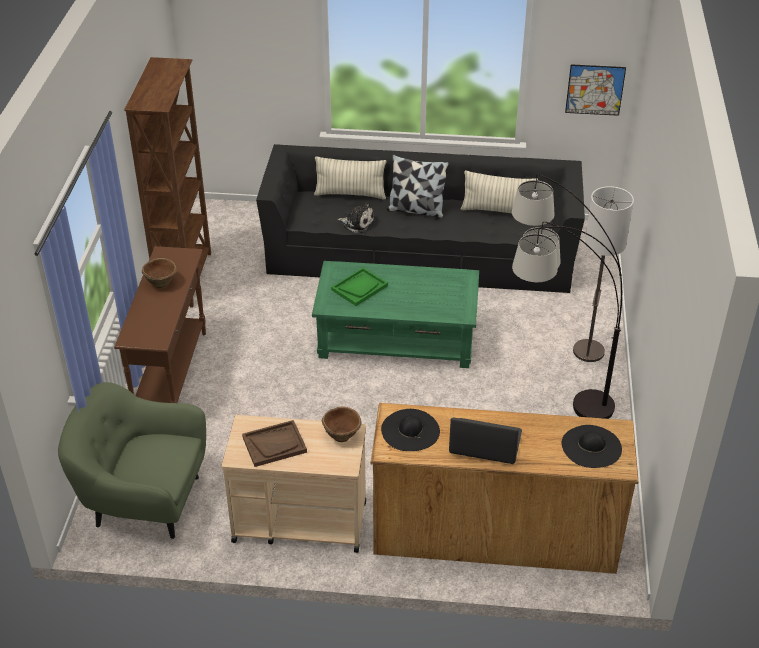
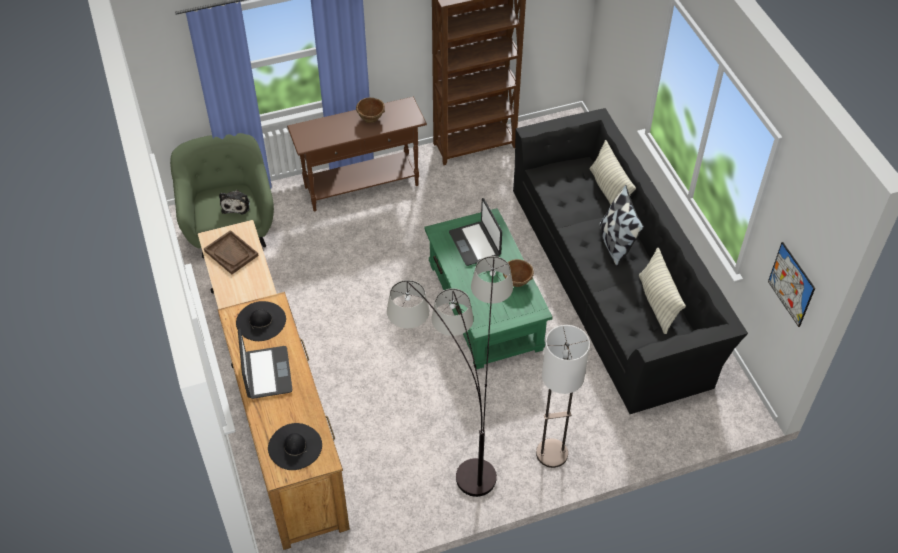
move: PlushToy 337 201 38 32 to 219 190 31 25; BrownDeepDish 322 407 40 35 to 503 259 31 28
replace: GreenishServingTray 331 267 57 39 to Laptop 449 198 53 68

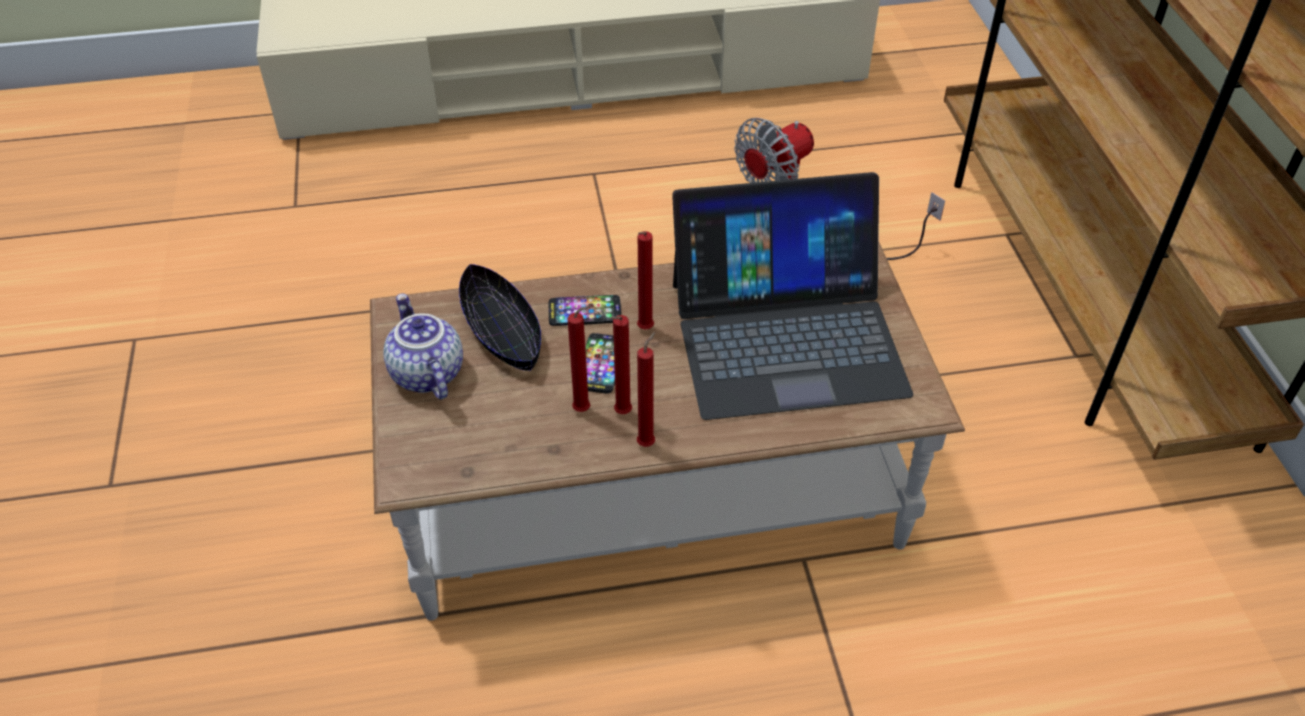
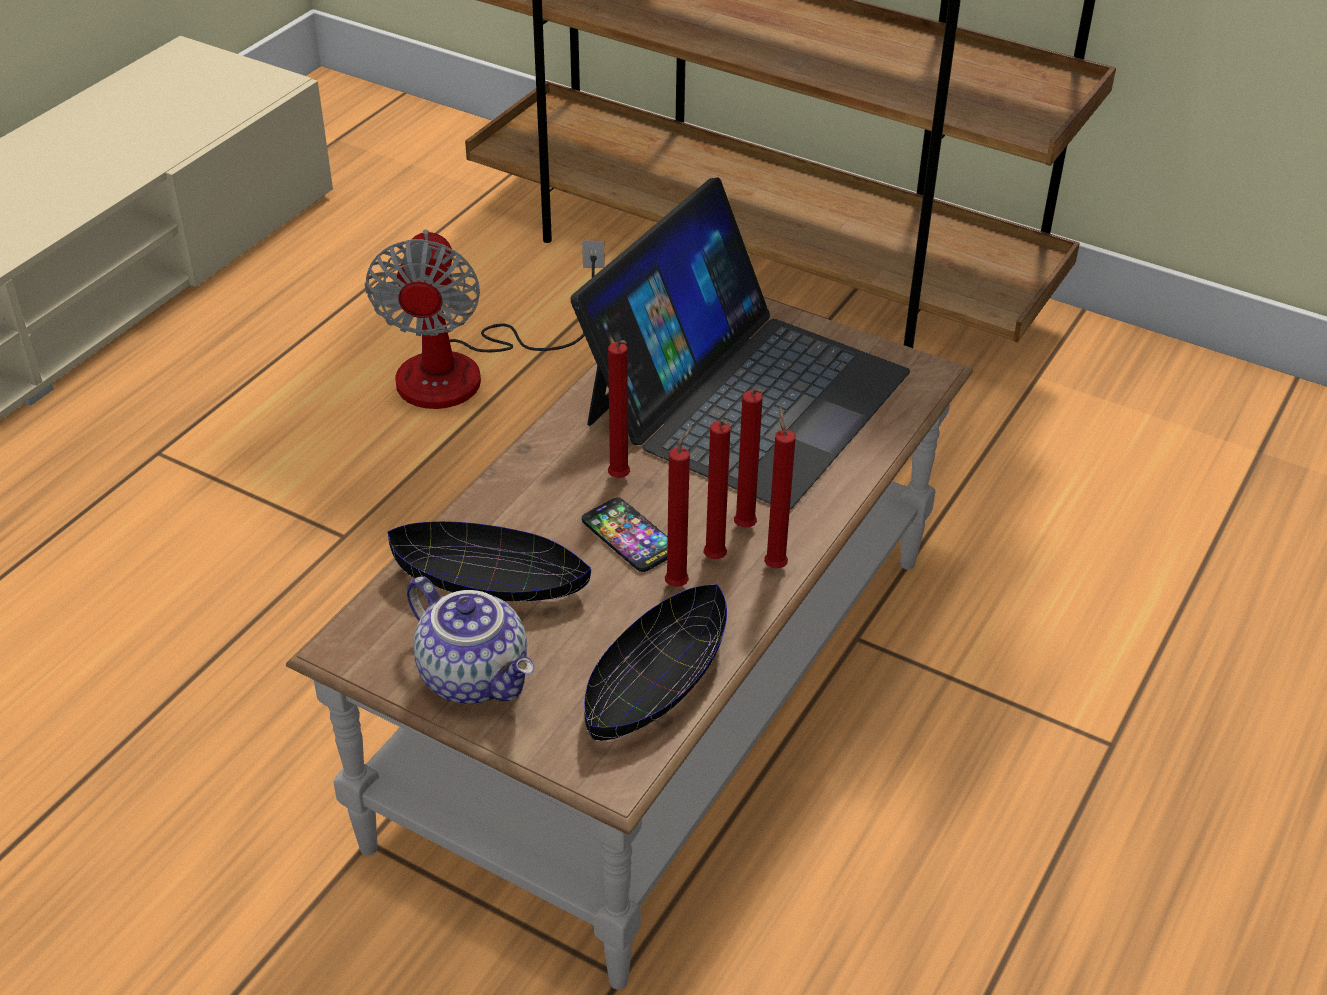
delete: Phone 549 295 72 31
insert: RedColouredCandle 734 389 29 139; BlackishDeepDish 584 584 143 157
rotate: Teapot 383 293 80 107 = 407 577 127 127 150 degrees counterclockwise

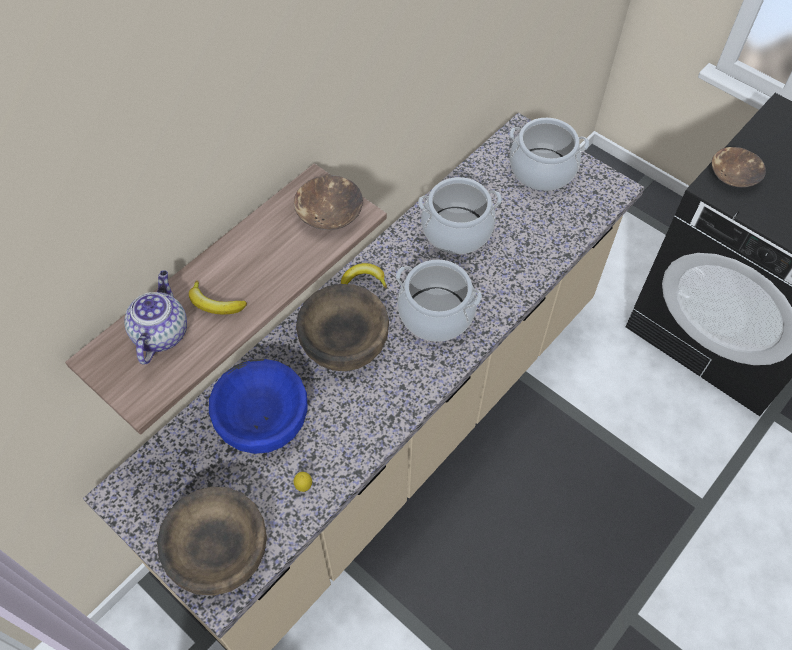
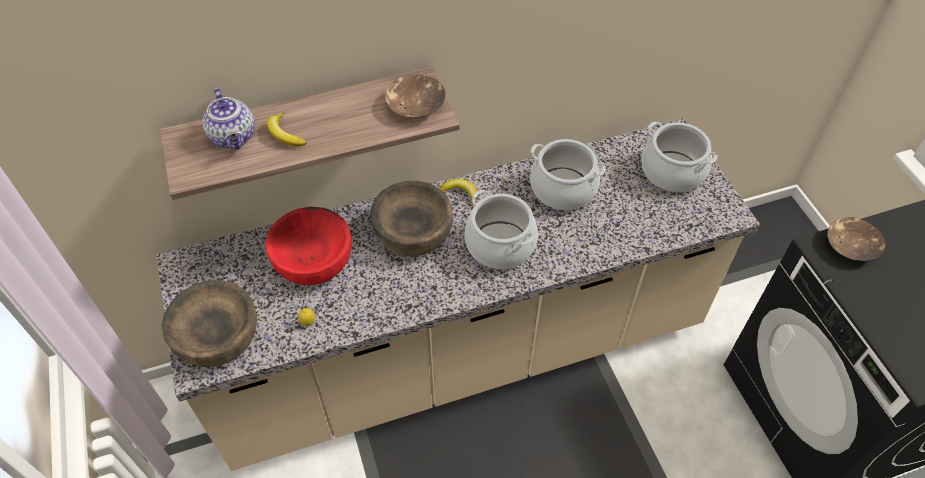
recolor: BlueDeepDish 209 359 99 95 to RedColouredDeepDish 266 207 86 78
rotate: Teapot 124 270 63 95 = 203 88 52 62 120 degrees clockwise

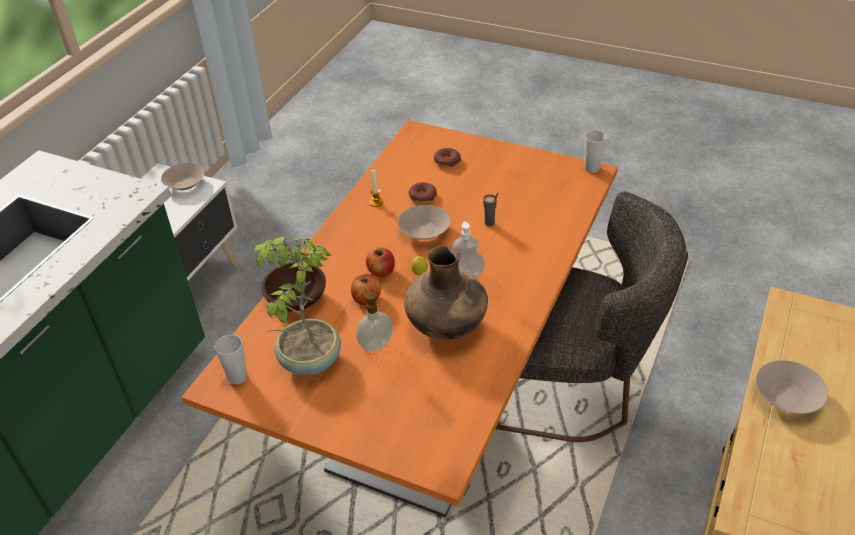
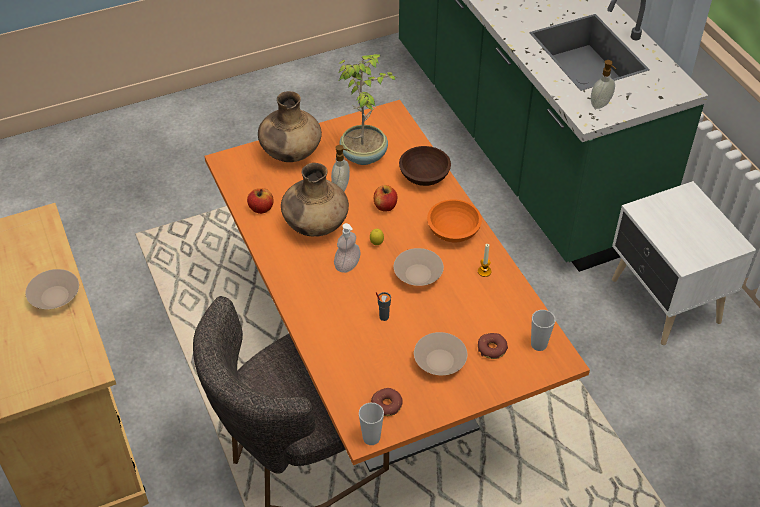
insert: LiquidSoapBottle 591 60 25 49; BrownVase 258 91 64 71; OrangeyDeepDish 427 199 55 43
move: BeigeColouredDeepDish 161 163 44 27 to 414 332 53 43; Doughnut 409 182 28 21 to 371 388 32 28; Apple 366 247 29 30 to 247 188 27 26; DrinkingCup 214 334 33 50 to 531 310 24 41

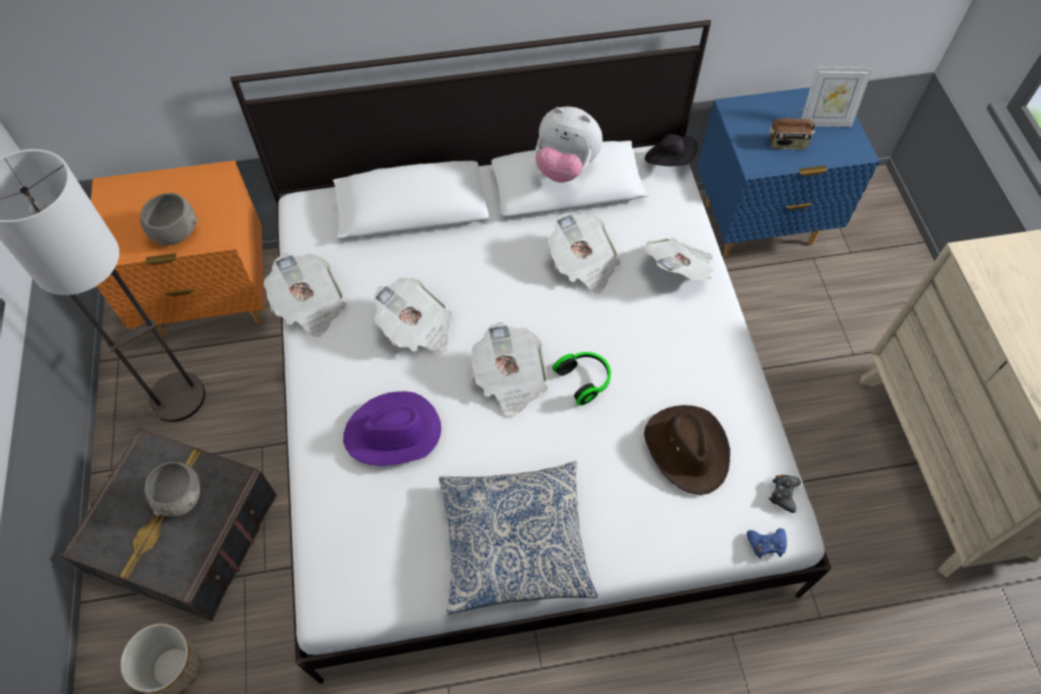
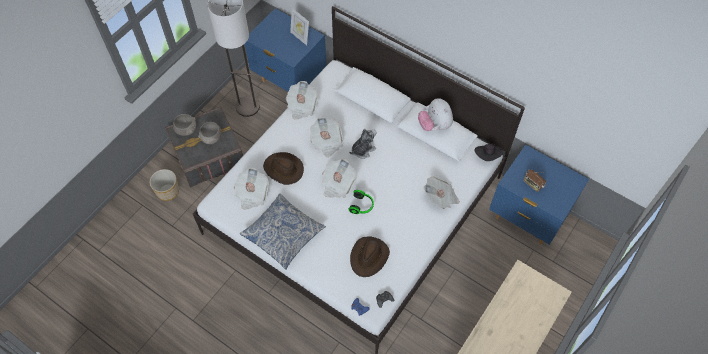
insert: PlushToy 349 129 28 30
move: StandingFrame 801 67 72 60 to 290 8 19 38; GreyishDeepDish 140 193 58 52 to 173 114 23 22; PrintedPaper 548 213 72 81 to 234 168 35 42
recolor: OrangeyNightstand 91 160 173 178 to BlueNightstand 245 8 82 84; PurpleColouredClothingHat 343 391 98 75 to BrownClothingHat 263 152 41 33

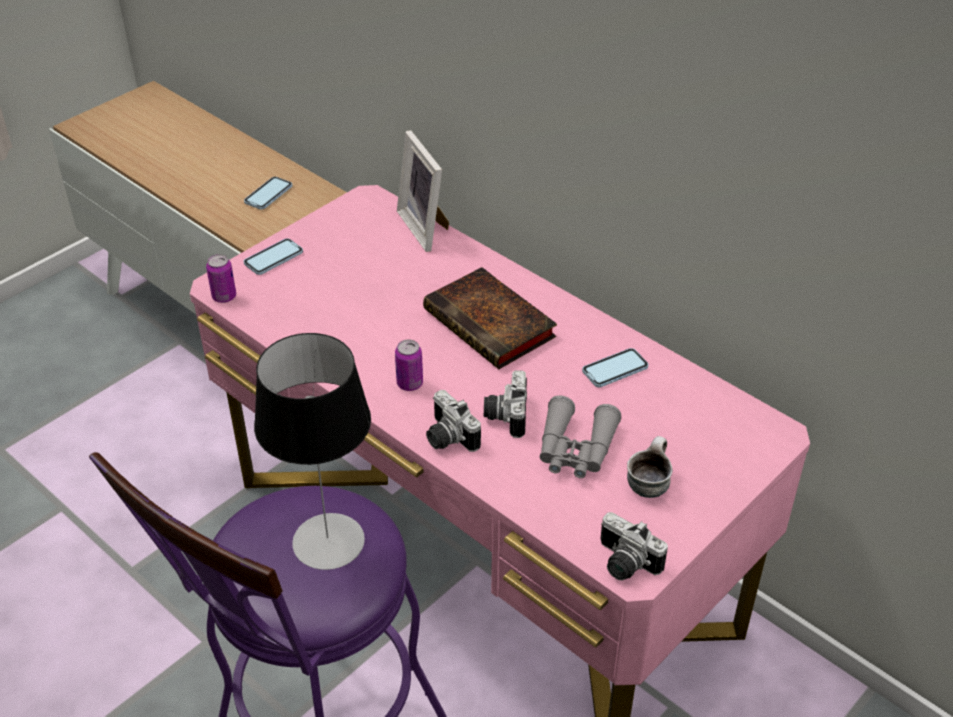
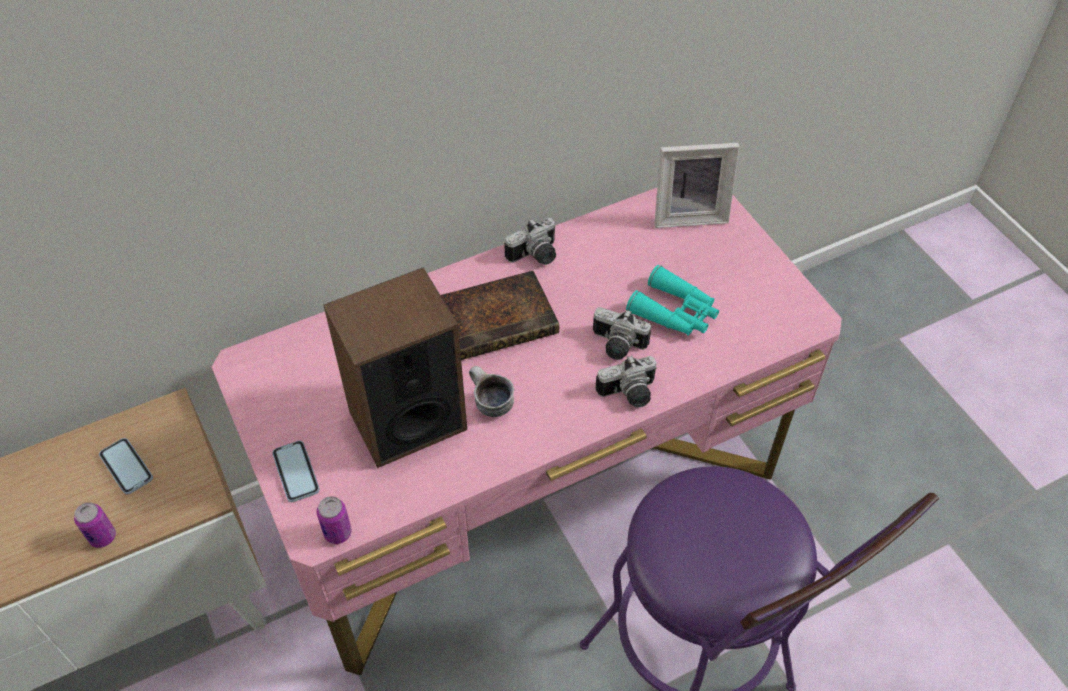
delete: TabletopLamp 254 333 117 237; Phone 582 348 67 40
insert: Speaker 324 267 143 201
move: StandingFrame 397 130 52 122 to 654 143 86 85; Can 395 340 28 51 to 74 502 42 46; Mug 627 436 45 62 to 469 366 45 51; PhotoCamera 600 512 68 69 to 504 218 52 47
recolor: GreyishFieldGlasses 540 395 81 83 to TurquoiseFieldGlasses 626 265 93 71

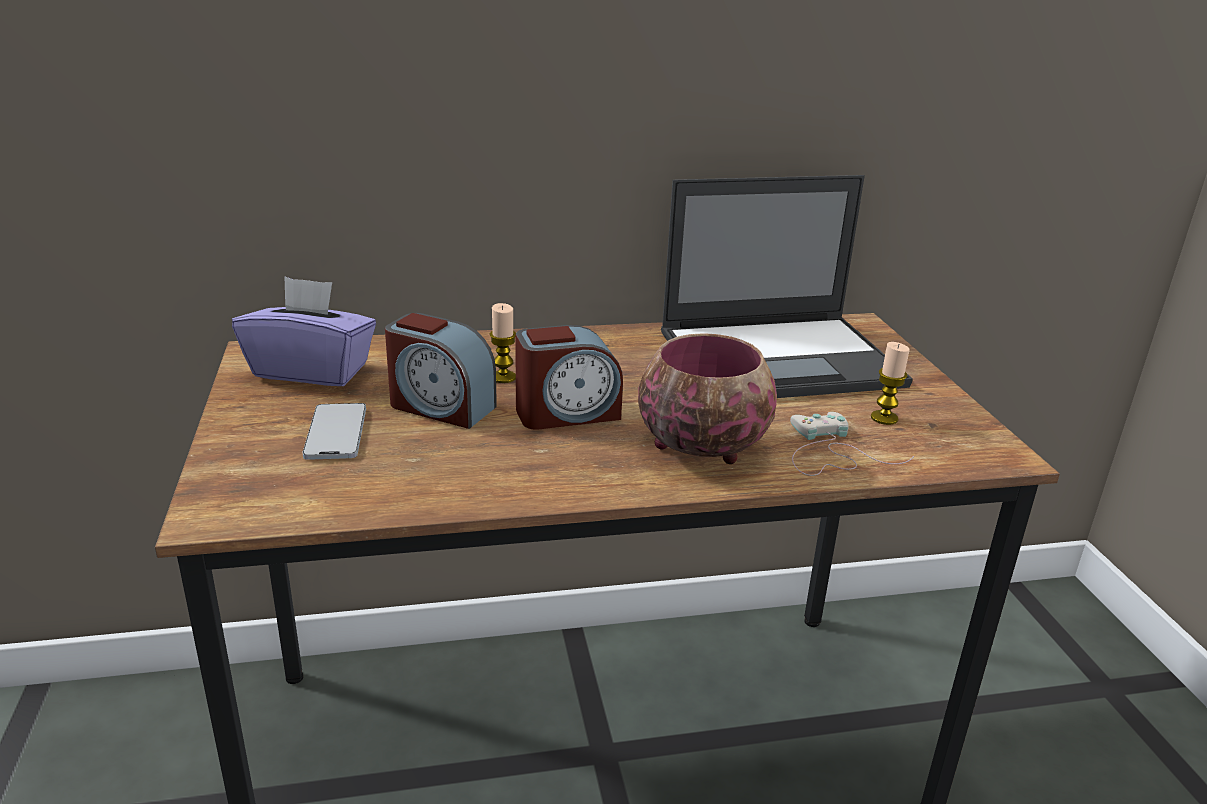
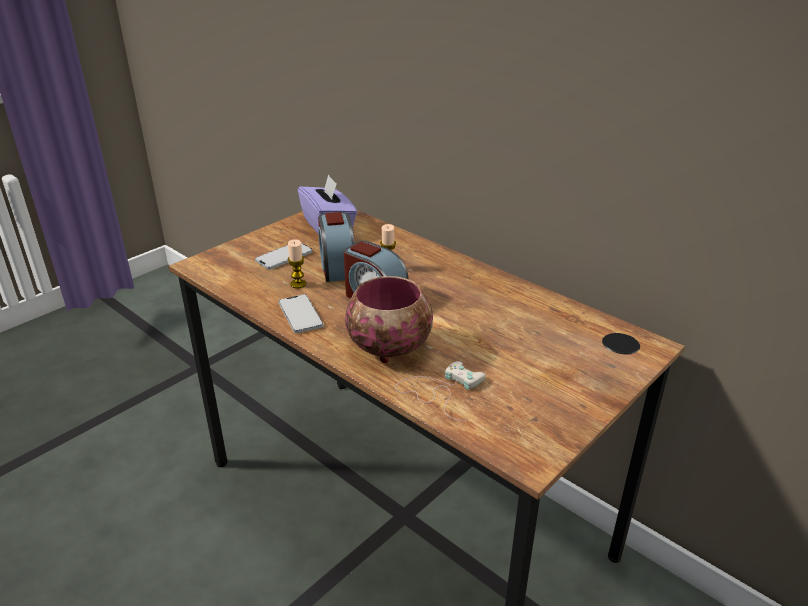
delete: Laptop 661 175 252 223
insert: Phone 279 294 44 39
move: Candle 871 342 39 83 to 288 239 18 49

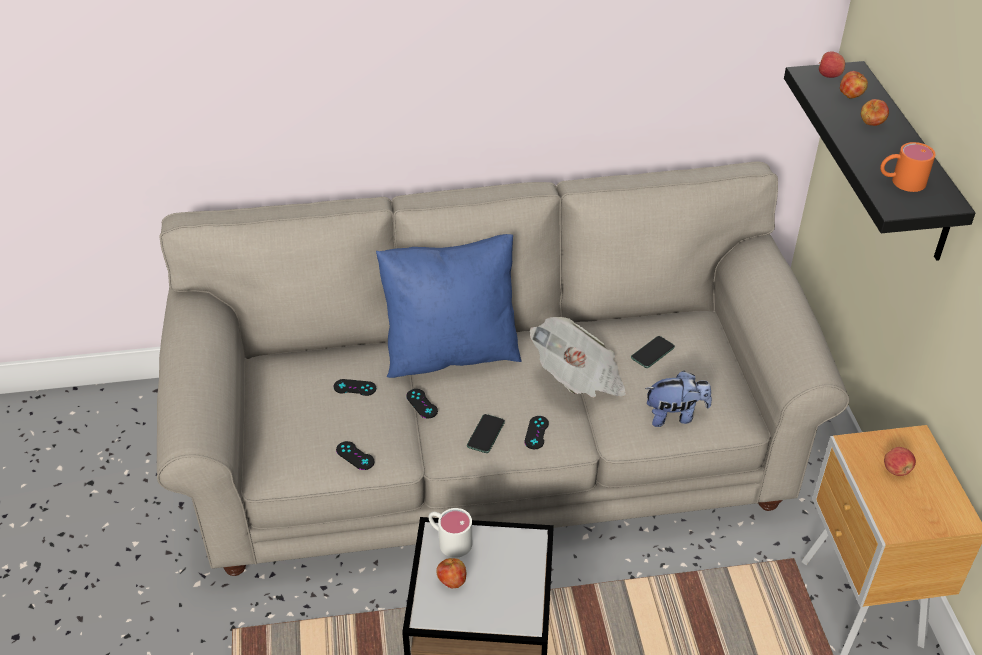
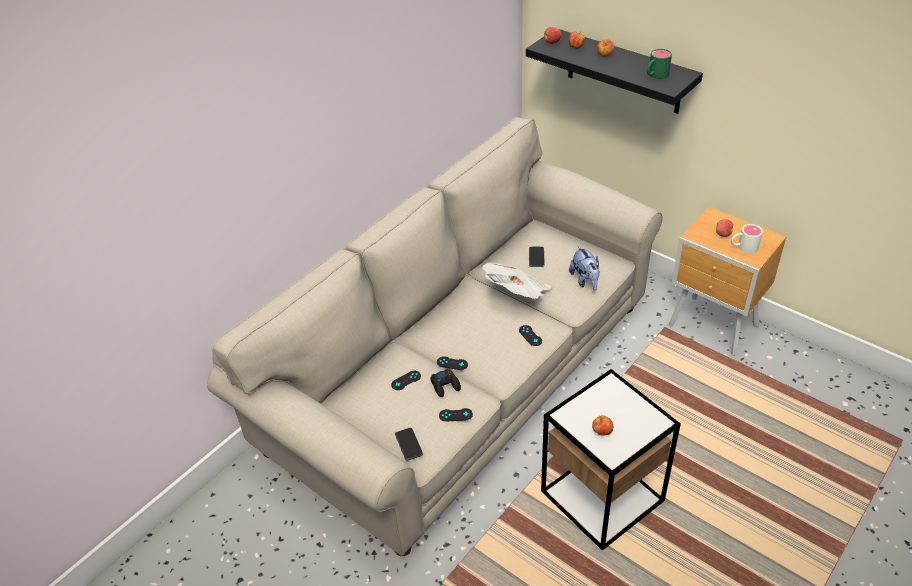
delete: BlueCushion 376 234 146 144
insert: BlackishJoypad 430 369 31 28
move: Phone 467 414 38 39 to 395 428 28 33; WhiteColouredMug 428 508 44 50 to 731 224 32 29
recolor: OrangeyMug 880 142 56 50 to GreenishMug 647 49 25 30
rotate: PlushToy 645 371 67 56 = 569 246 31 44 120 degrees clockwise

